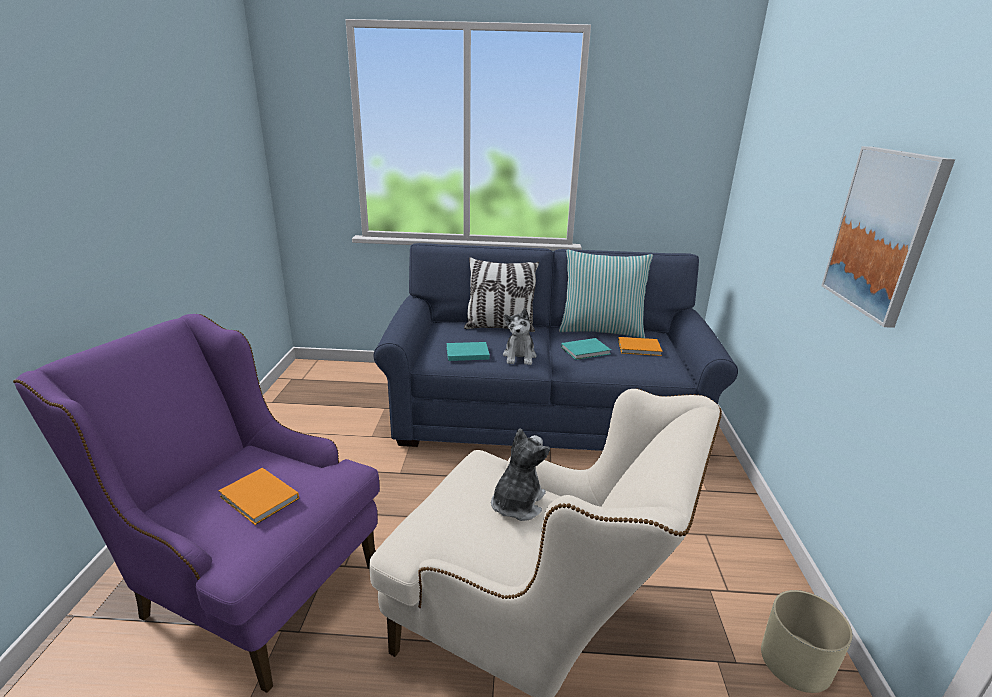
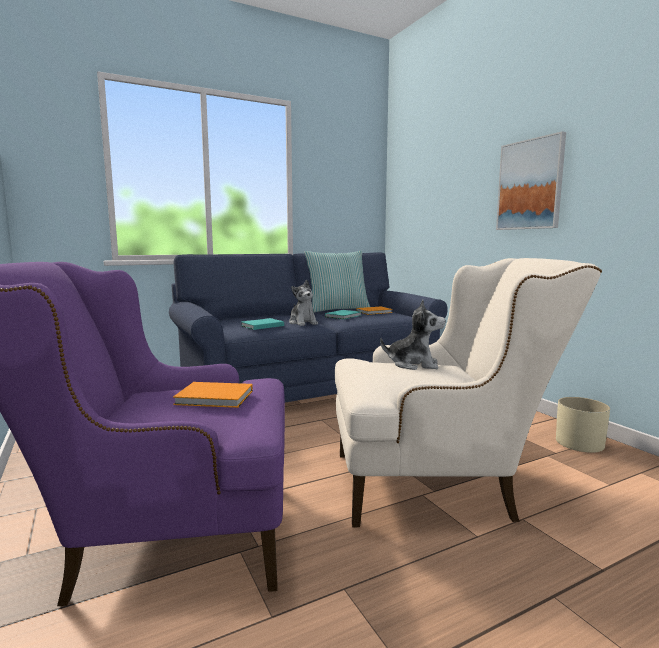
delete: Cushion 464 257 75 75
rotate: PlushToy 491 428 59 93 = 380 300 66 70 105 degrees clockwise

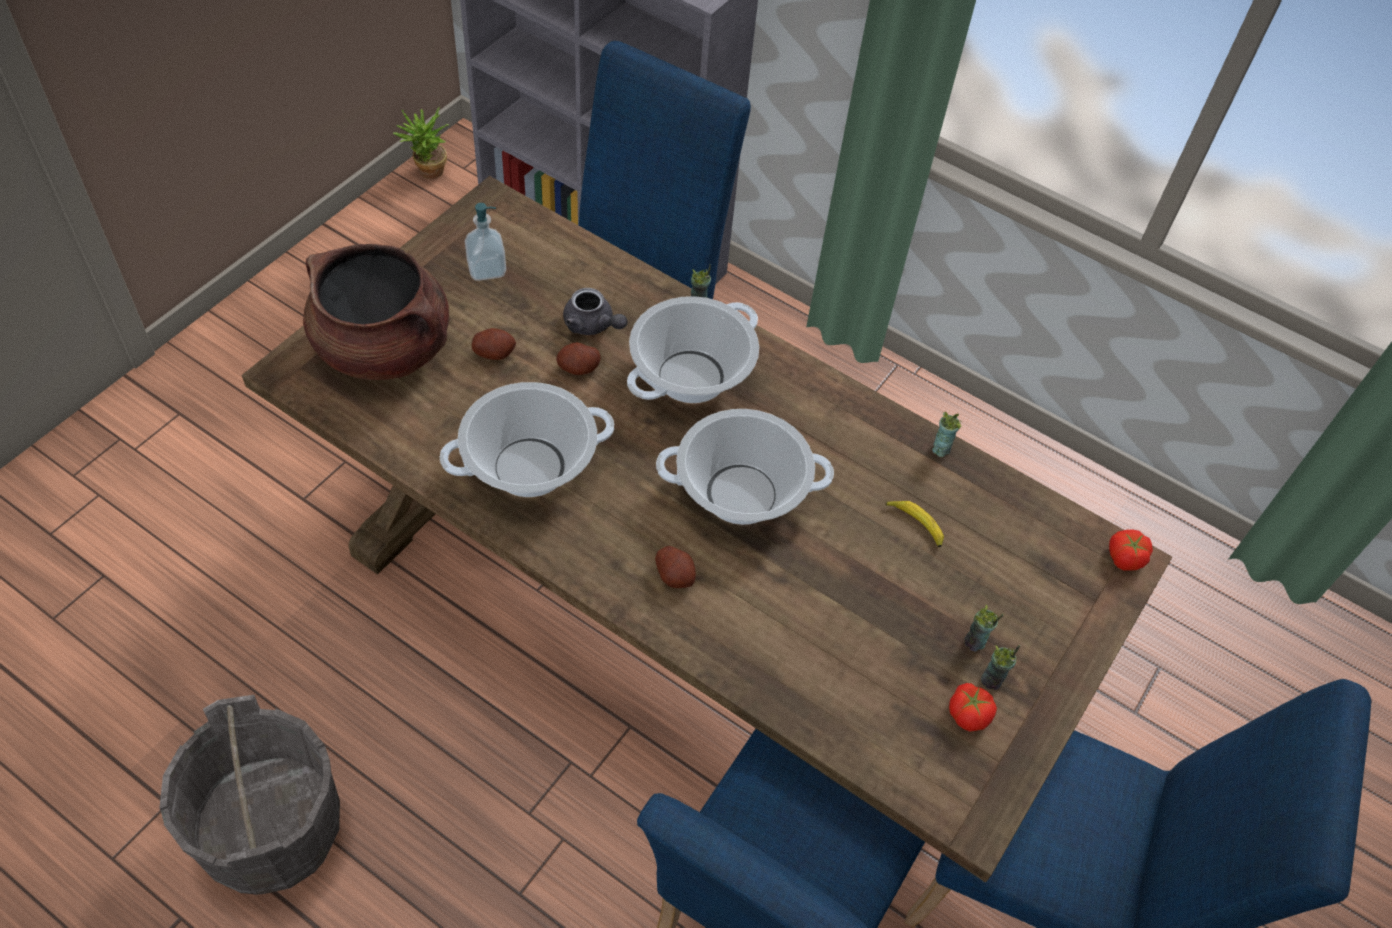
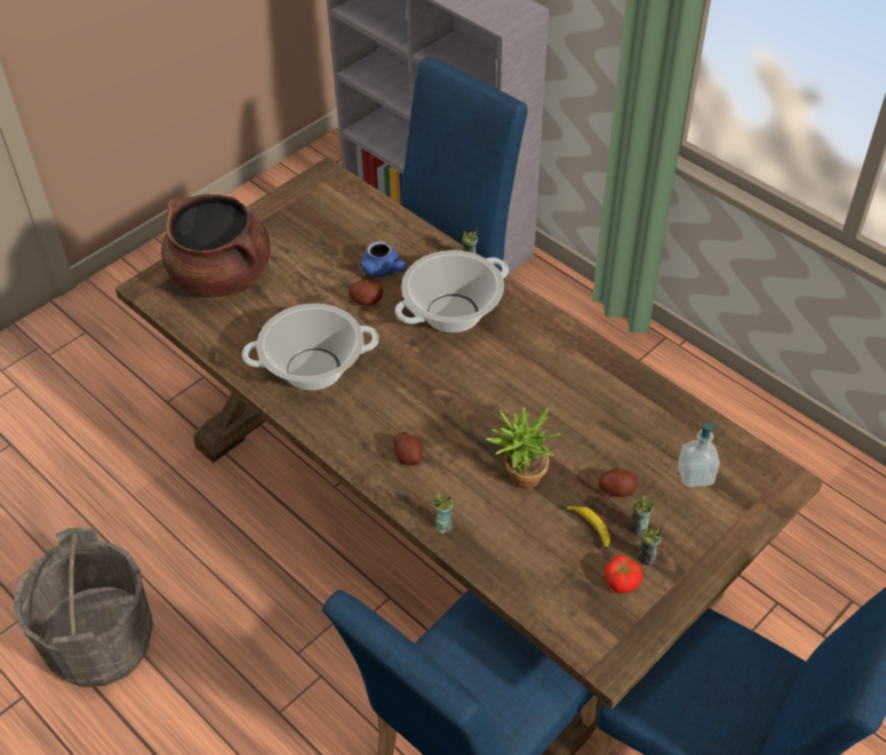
delete: Stockpot 656 409 178 116; Tomato 1109 530 44 40
move: PottedPlant 393 107 56 72 to 486 407 75 82; LiquidSoapBottle 465 203 41 78 to 678 422 43 65; Potato 472 328 44 32 to 599 468 40 29; DrinkingCup 932 411 29 46 to 434 493 19 40; Banana 886 501 58 46 to 566 506 45 43
recolor: GreyishTeapot 563 288 64 47 to BlueTeapot 359 240 47 37

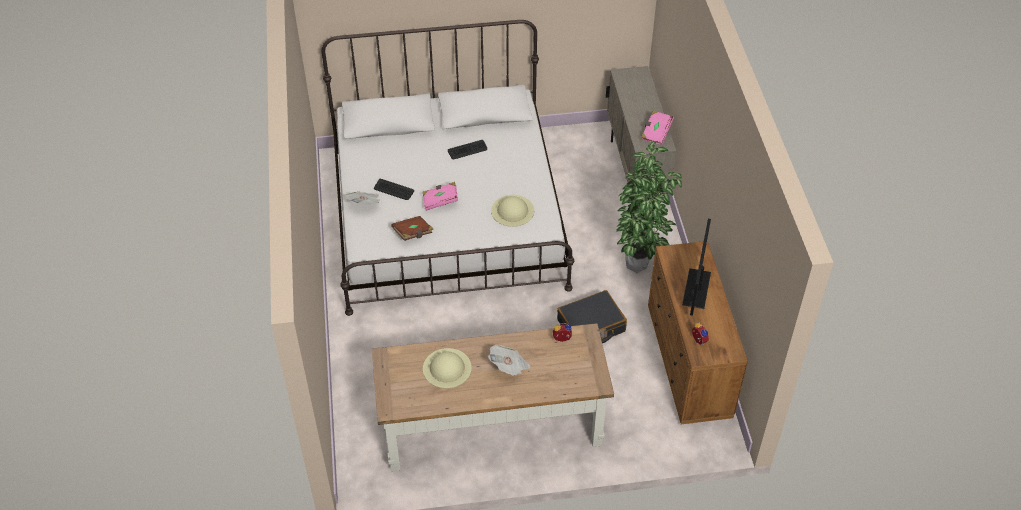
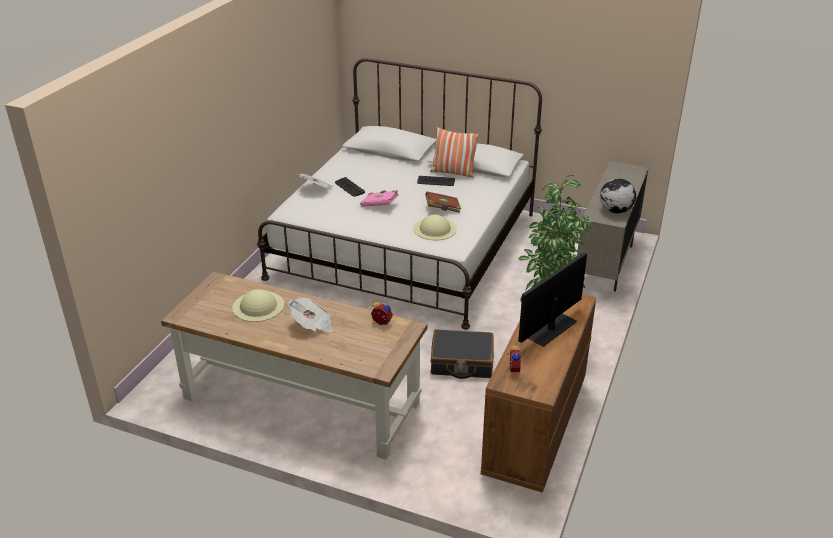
insert: Cushion 430 127 49 51
move: BrownVolume 391 216 42 25 to 425 191 36 22
replace: PinkVolume 641 110 33 35 to DeskGlobe 600 178 36 35

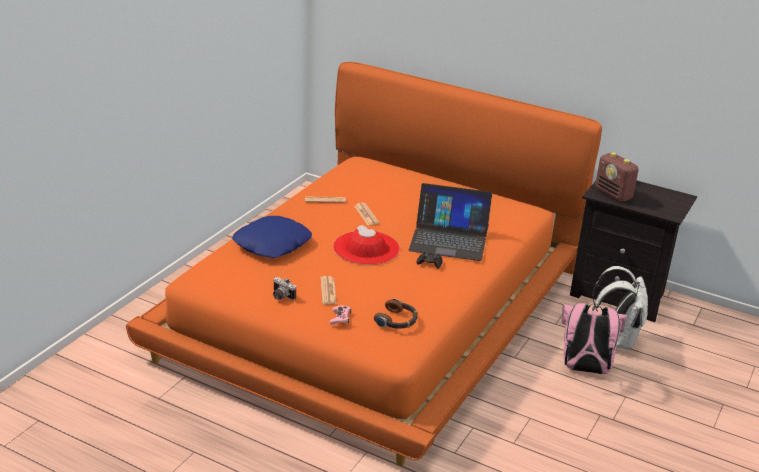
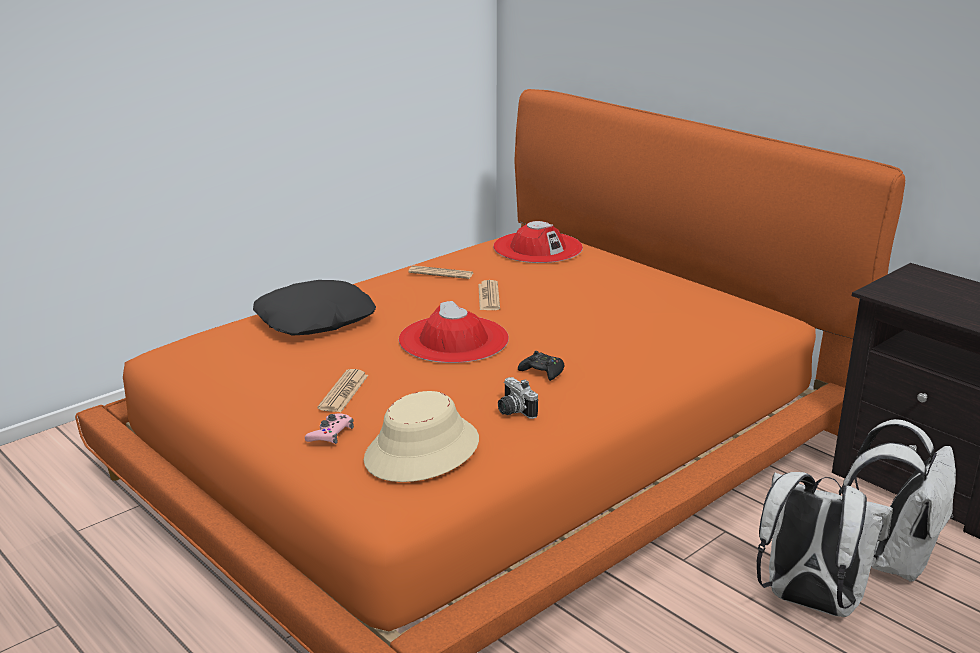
delete: RadioReceiver 595 152 44 50; Laptop 409 183 83 78
insert: RedColouredClothingHat 493 221 90 42
move: PhotoCamera 273 277 23 23 to 498 377 40 42
replace: Headset 374 299 44 30 to BeigeColouredClothingHat 364 391 115 91
recolor: BlueCushion 232 216 80 42 to BlackishCushion 253 280 123 56; PinkKnapsack 562 303 65 71 to WhiteColouredKnapsack 756 472 137 145

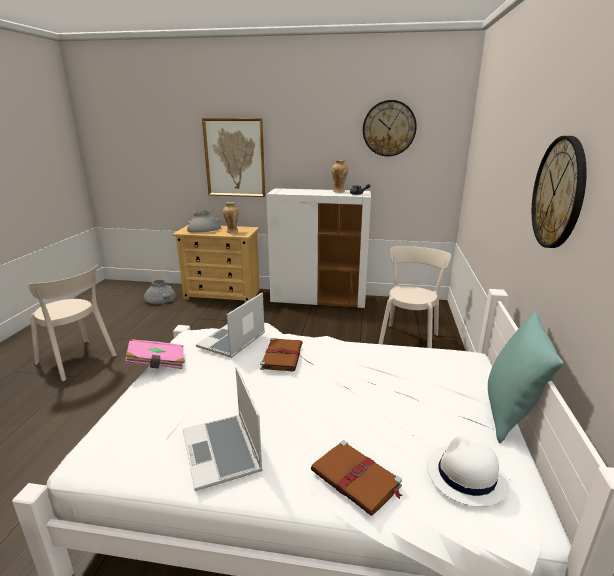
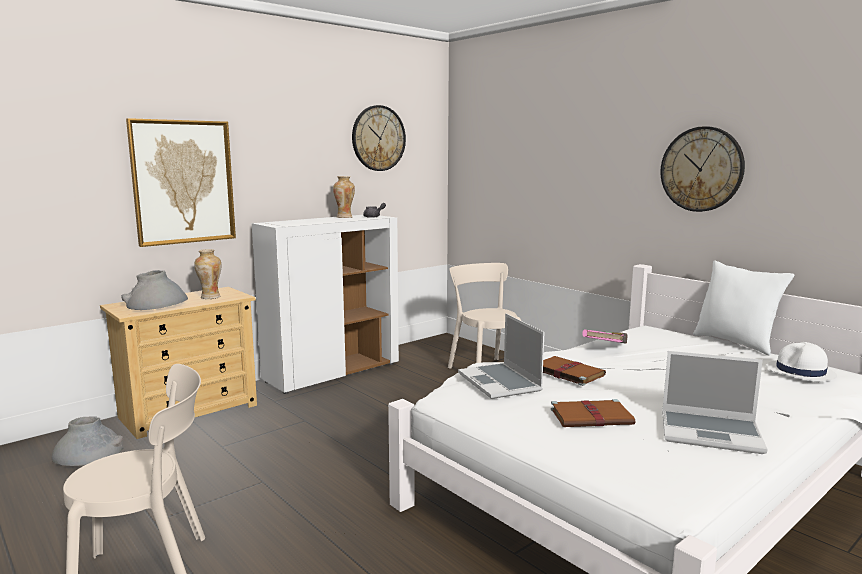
move: PinkVolume 125 338 60 31 to 582 329 45 15; BrownVolume 311 440 92 76 to 551 399 84 28
recolor: TurquoiseCushion 488 311 76 132 to WhiteColouredCushion 693 260 101 95

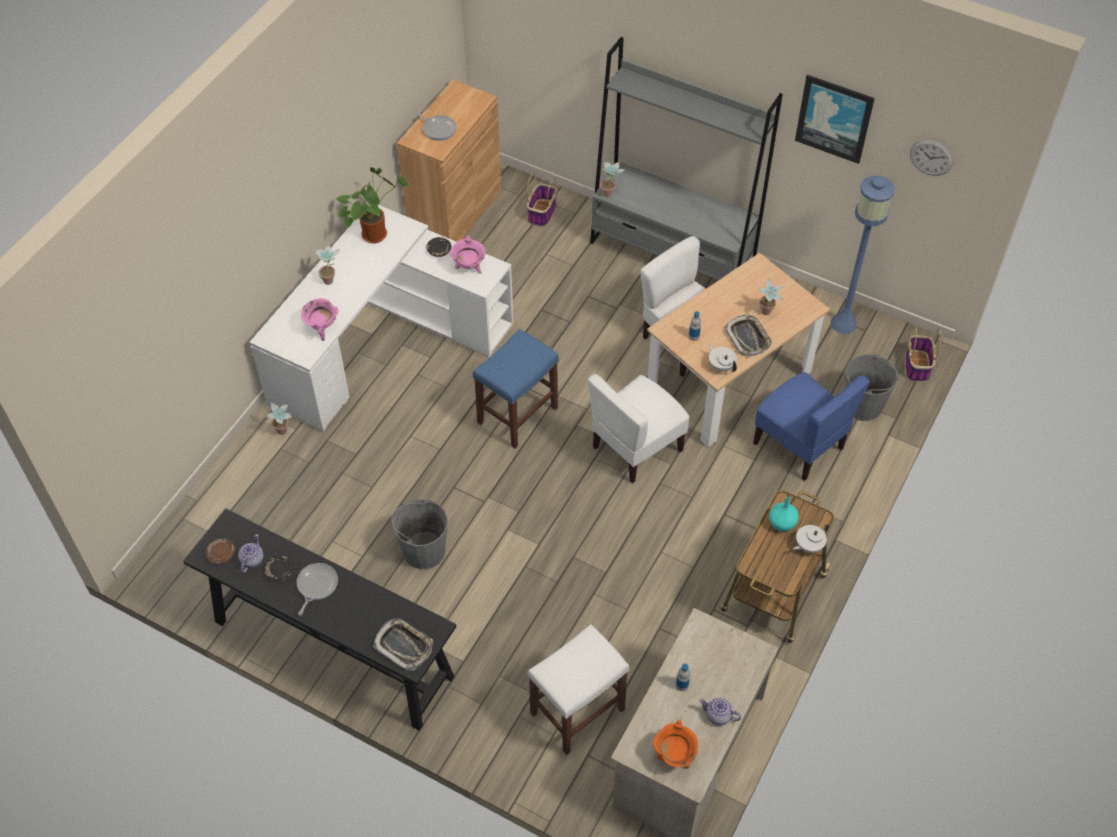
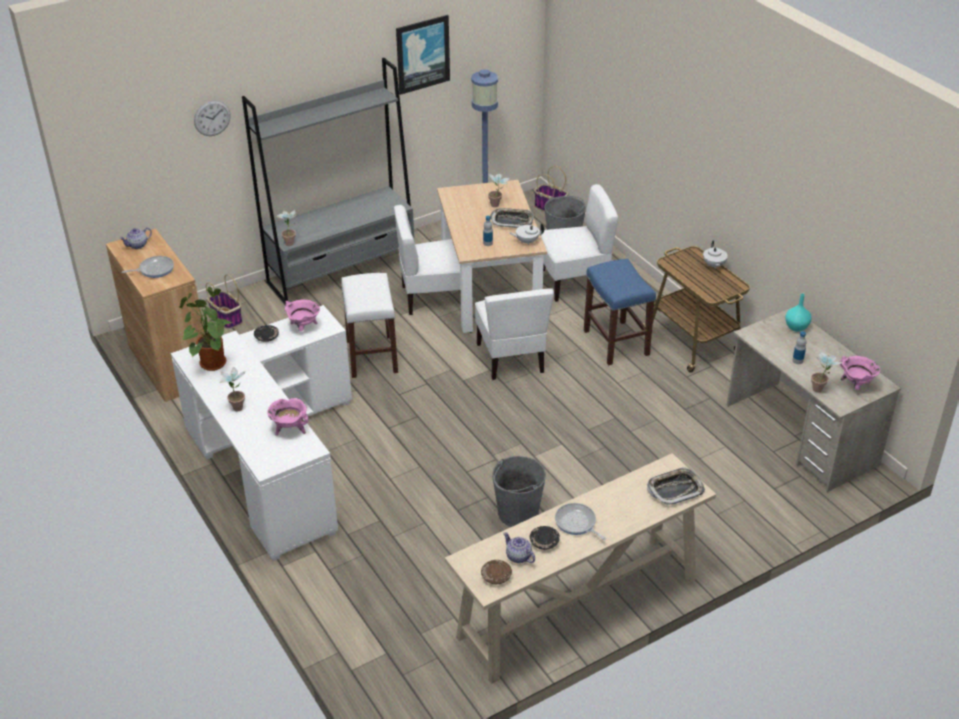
move: ClockOnTheWall 910 140 43 36 to 194 100 37 36; BlueStoolSeat 473 329 86 120 to 584 259 72 106; PottedPlant 267 402 25 33 to 811 353 31 40; TurquoiseVase 769 497 30 35 to 785 293 26 39; WhiteColouredStoolSeat 528 624 101 131 to 341 273 57 105; Teapot 699 698 42 28 to 120 227 32 22
recolor: BluePlainChair 753 372 117 109 to WhiteColouredPlainChair 541 184 77 118; BlackishConsoleTable 183 508 273 223 to BeigeColouredConsoleTable 445 453 271 231; OrangeyStockpot 653 720 45 49 to PinkStockpot 840 356 40 34

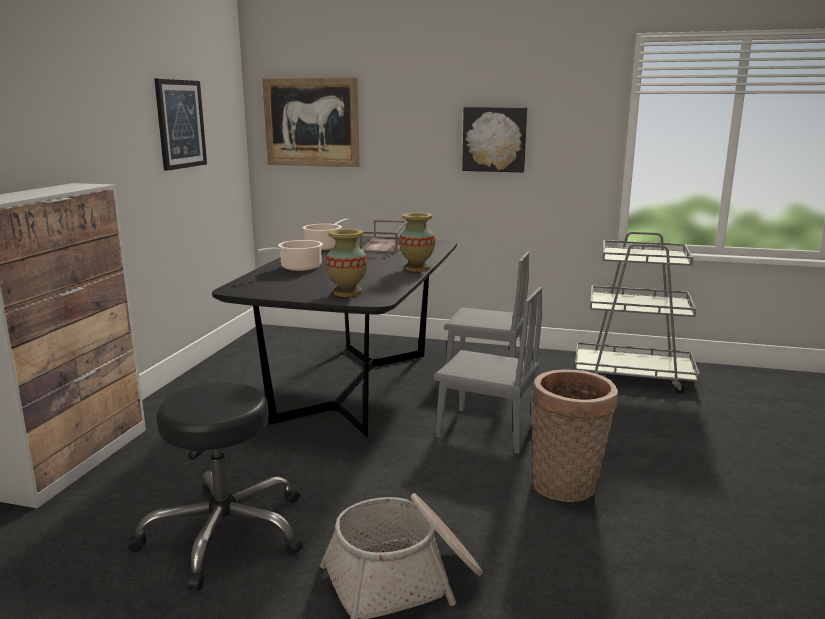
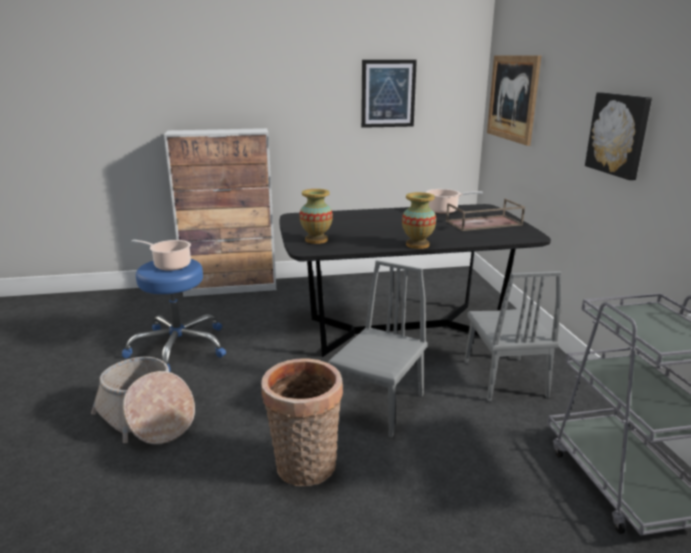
move: Stockpot 258 240 65 31 to 131 240 60 31
recolor: BlackishStoolSeat 128 382 175 208 to BlueStoolSeat 122 259 104 113
rotate: GreyishPlainChair 434 287 108 167 = 328 260 100 177 150 degrees counterclockwise

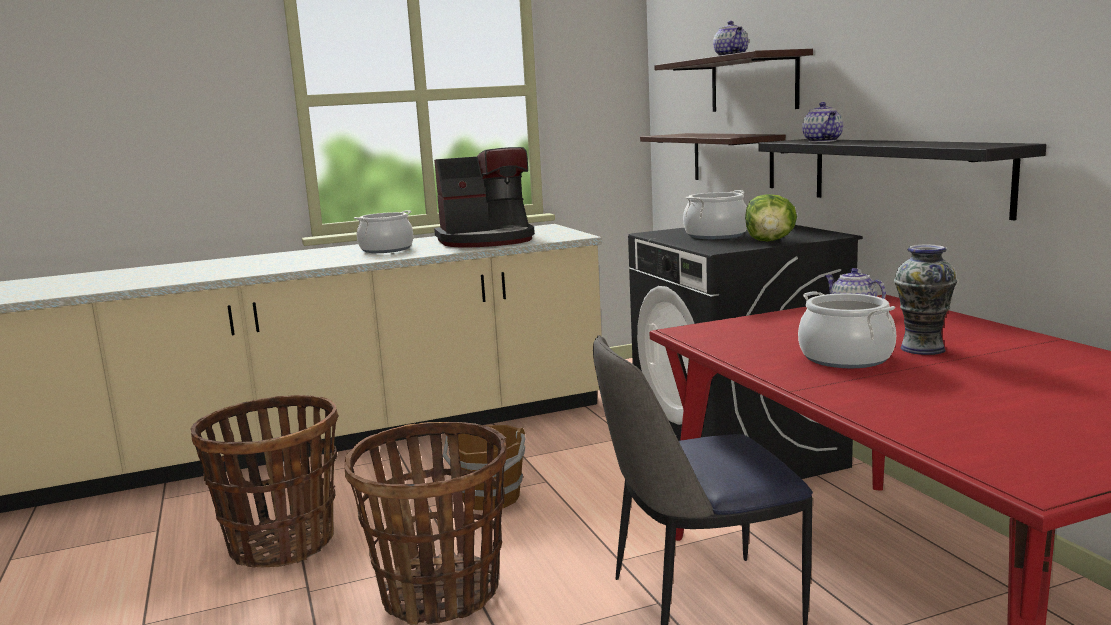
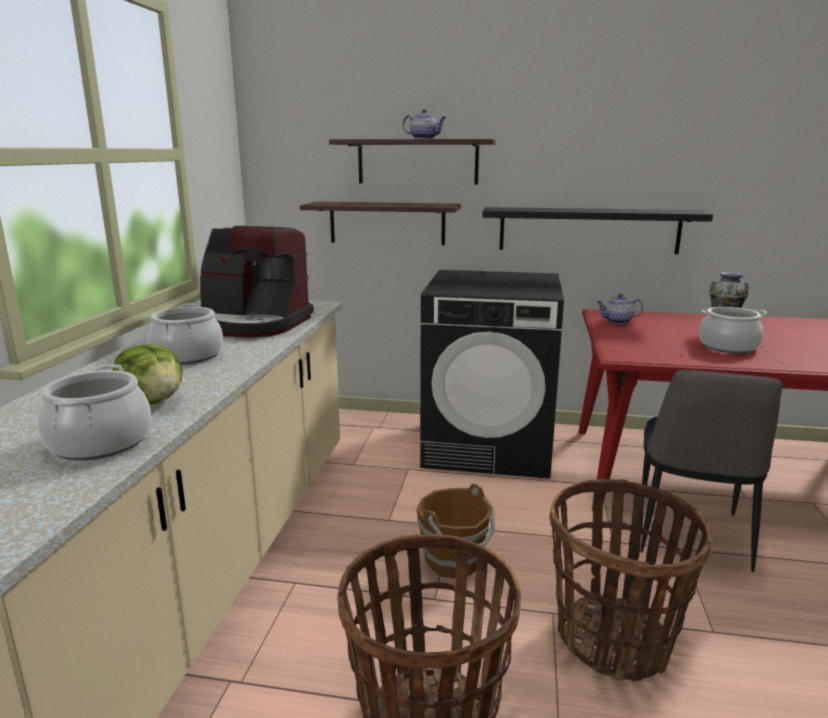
delete: Teapot 802 102 41 40
move: Stockpot 683 190 64 49 to 37 364 114 96; HeadOfLettuce 745 194 52 47 to 113 344 70 61
rotate: CoffeeBrewer 434 147 101 101 = 200 226 114 112 90 degrees clockwise

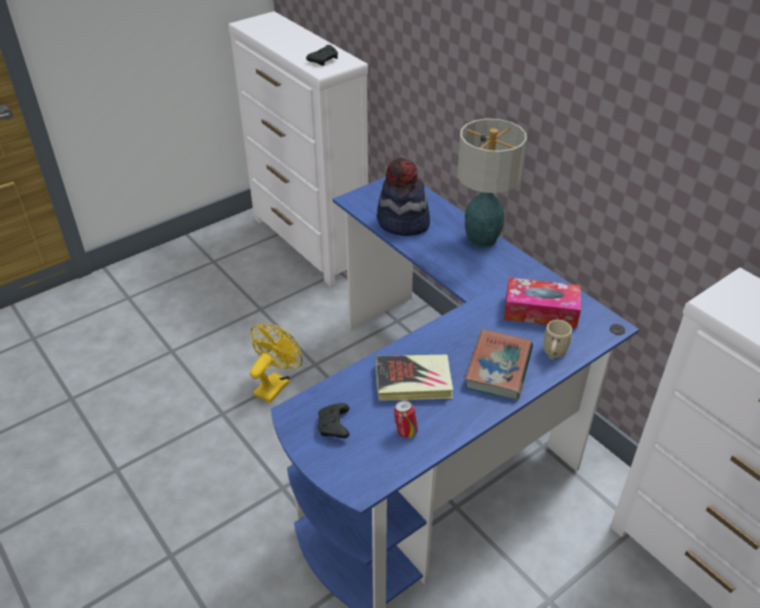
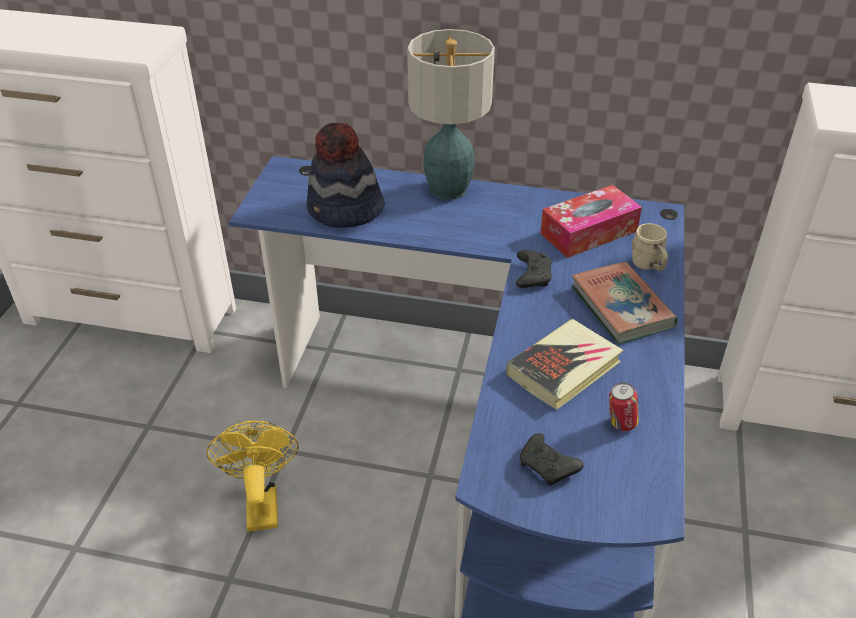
move: BlackishJoypad 306 45 32 21 to 516 250 36 38

